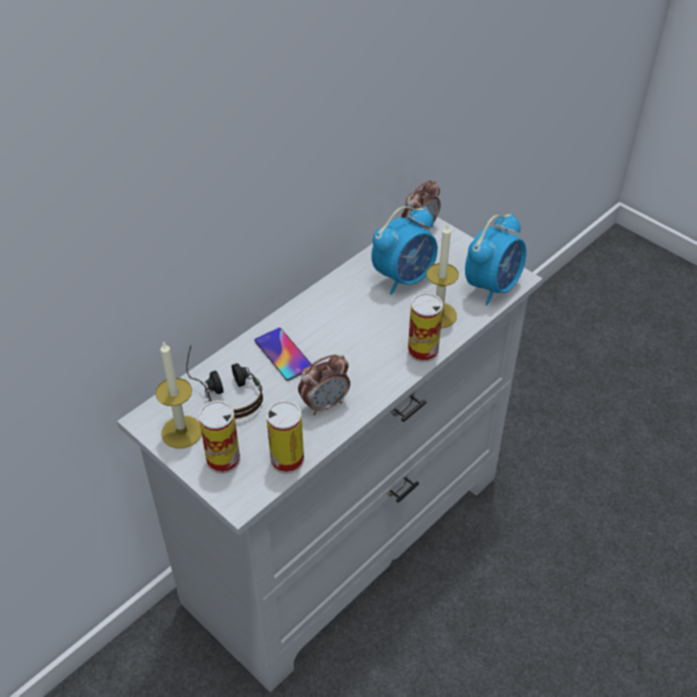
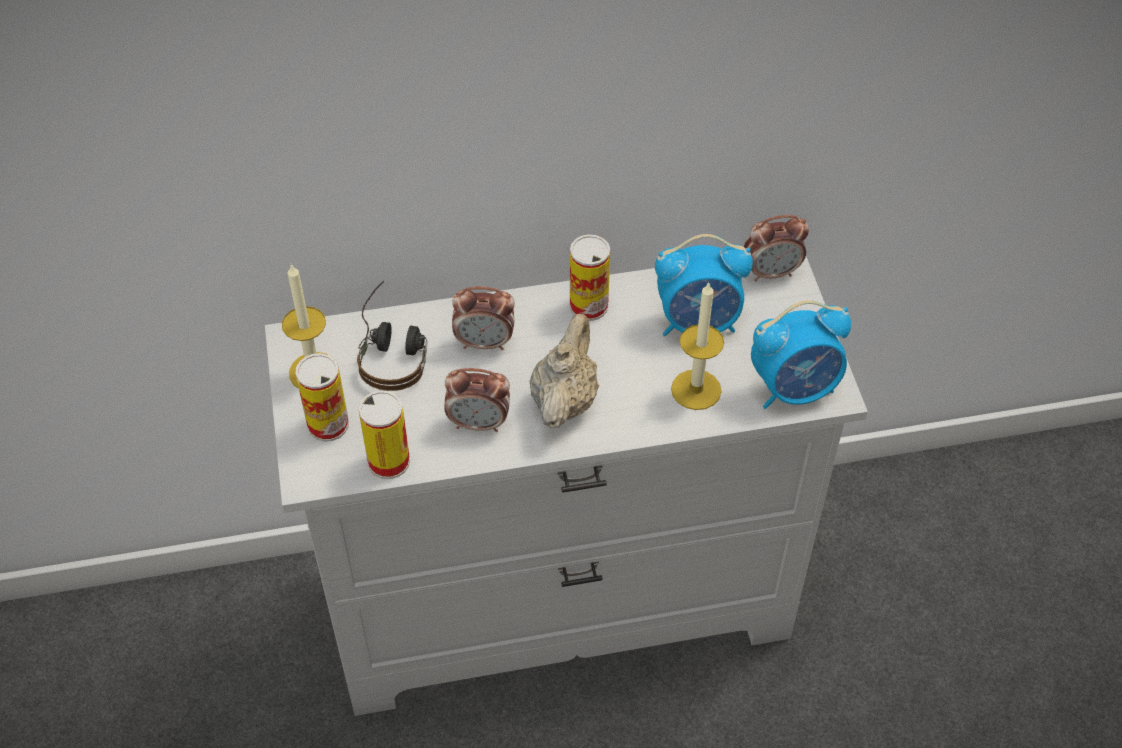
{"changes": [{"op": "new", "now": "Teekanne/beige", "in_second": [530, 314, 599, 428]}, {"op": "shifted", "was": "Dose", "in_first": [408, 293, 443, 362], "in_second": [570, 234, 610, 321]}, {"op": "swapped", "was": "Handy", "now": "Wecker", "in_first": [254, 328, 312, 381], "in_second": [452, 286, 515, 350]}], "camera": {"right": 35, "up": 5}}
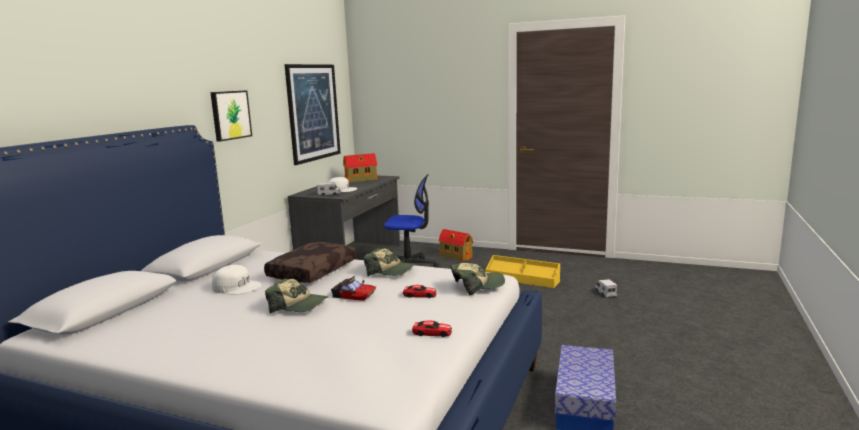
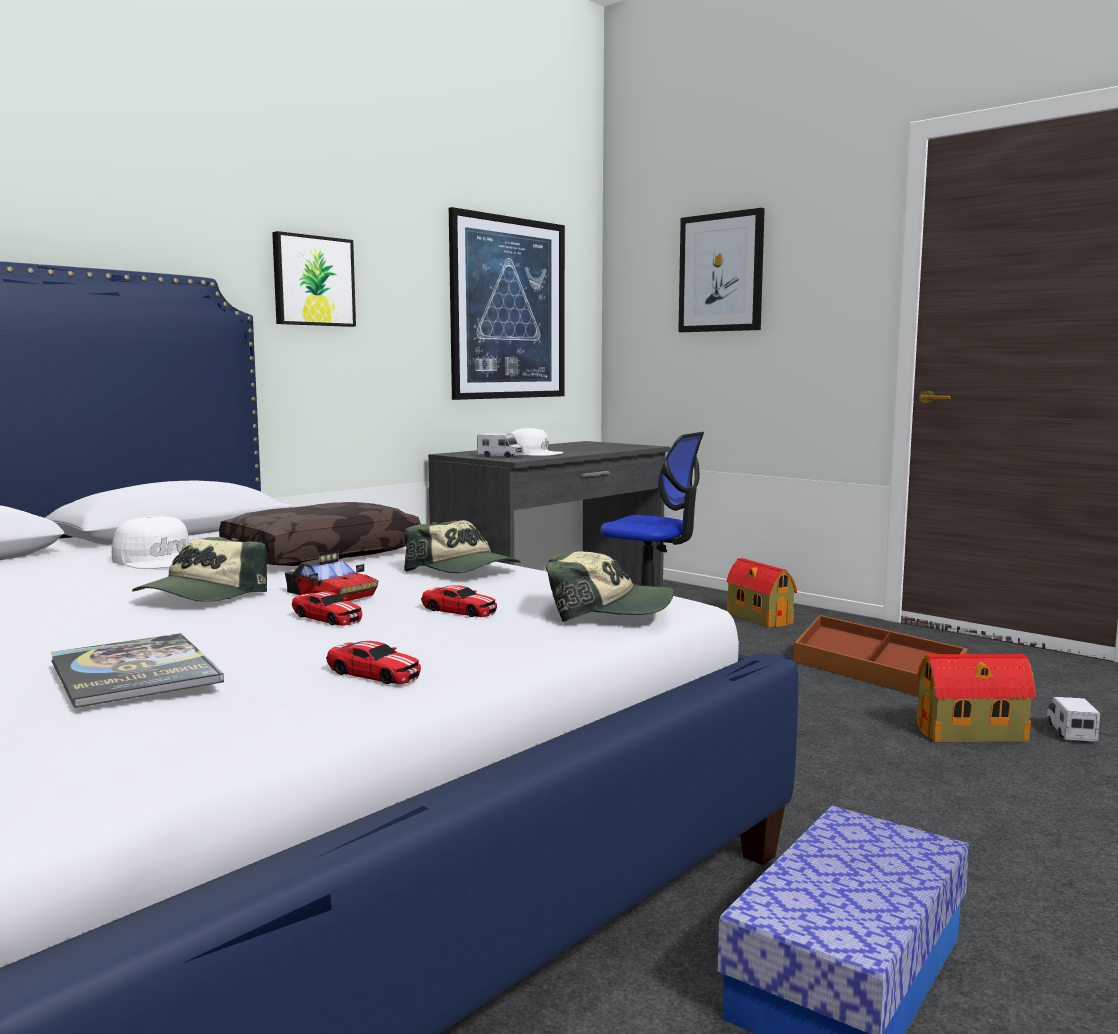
{"changes": [{"op": "new", "now": "Buch", "in_second": [51, 633, 224, 708]}, {"op": "new", "now": "Spielzeugauto", "in_second": [292, 592, 362, 626]}, {"op": "new", "now": "Bild", "in_second": [678, 208, 765, 332]}, {"op": "shifted", "was": "Spielzeughaus", "in_first": [343, 153, 377, 183], "in_second": [916, 654, 1036, 742]}, {"op": "repainted", "was": "Aufbewahrungsbox/gelb", "now": "Aufbewahrungsbox/braun", "in_first": [485, 255, 560, 288], "in_second": [794, 615, 968, 696]}, {"op": "rotated", "was": "Kappe", "in_first": [265, 279, 328, 314], "in_second": [132, 537, 267, 602], "clockwise": 75}], "camera": {"right": 20, "up": -5}}
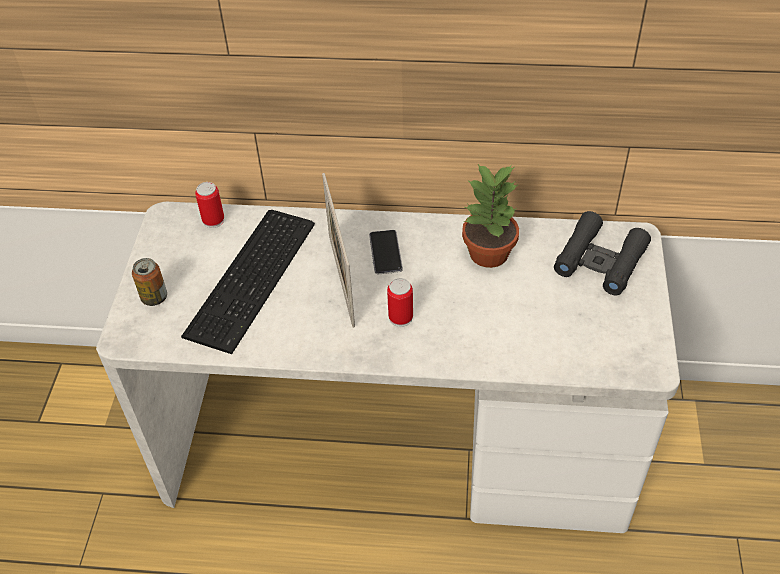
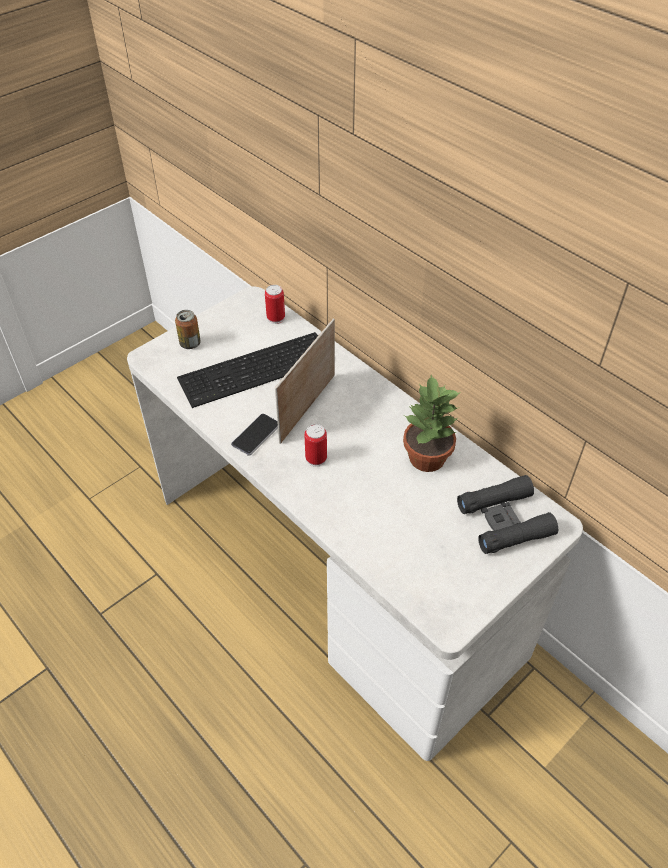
{"changes": [{"op": "shifted", "was": "Handy", "in_first": [369, 230, 403, 275], "in_second": [231, 414, 278, 456]}], "camera": {"right": 40, "up": 0}}
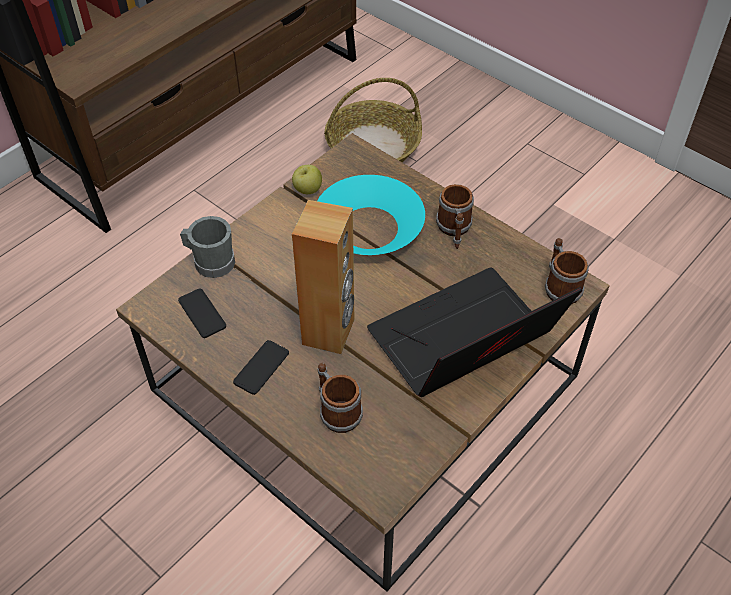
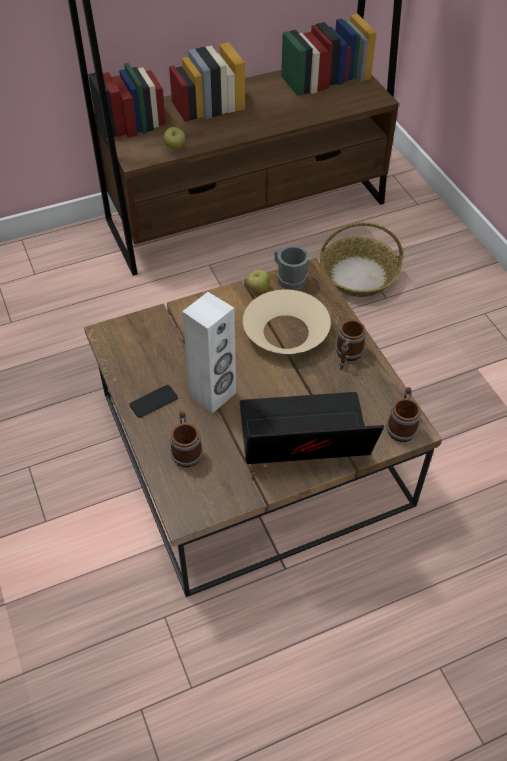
{"changes": [{"op": "gone", "was": "Handy", "in_first": [178, 288, 226, 338]}, {"op": "new", "now": "Apfel", "in_second": [163, 127, 185, 149]}, {"op": "shifted", "was": "Henkelbecher/grau", "in_first": [180, 216, 235, 278], "in_second": [275, 245, 309, 290]}, {"op": "repainted", "was": "Lautsprecher/braun", "now": "Lautsprecher/weiß", "in_first": [292, 200, 354, 354], "in_second": [182, 292, 236, 413]}, {"op": "repainted", "was": "Schüssel/türkis", "now": "Schüssel/beige", "in_first": [317, 175, 425, 255], "in_second": [243, 290, 331, 354]}], "camera": {"right": 25, "up": 0}}
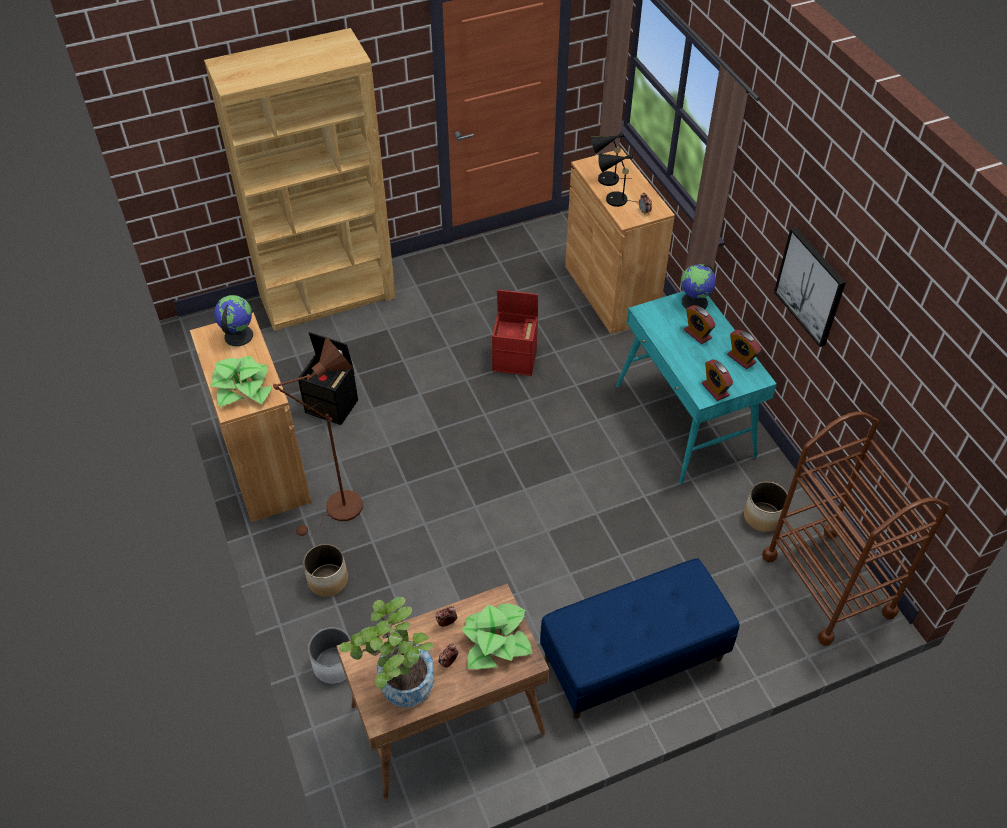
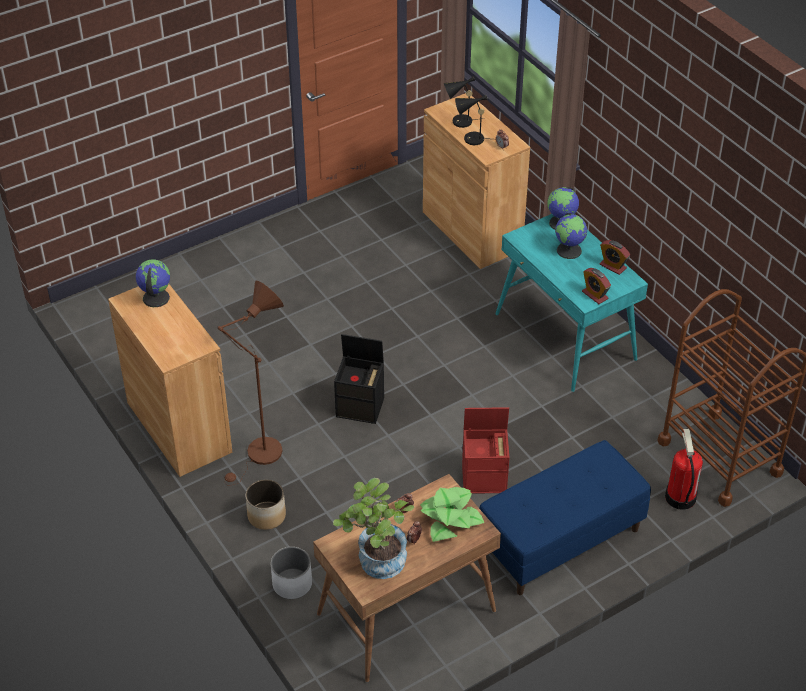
{"changes": [{"op": "gone", "was": "Bücherregal/braun", "in_first": [204, 28, 396, 331]}, {"op": "gone", "was": "Topfpflanze", "in_first": [210, 356, 272, 407]}, {"op": "gone", "was": "Pflanzkübel", "in_first": [744, 481, 788, 532]}, {"op": "gone", "was": "Bild", "in_first": [774, 227, 846, 347]}, {"op": "new", "now": "Feuerlöscher", "in_second": [665, 429, 703, 510]}, {"op": "shifted", "was": "Aufbewahrungsbox/schwarz", "in_first": [298, 332, 358, 425], "in_second": [334, 334, 384, 424]}, {"op": "shifted", "was": "Aufbewahrungsbox/rot", "in_first": [492, 290, 538, 376], "in_second": [462, 407, 510, 494]}, {"op": "swapped", "was": "Wecker", "now": "Globus", "in_first": [684, 305, 716, 344], "in_second": [555, 213, 588, 259]}], "camera": {"right": -10, "up": -5}}
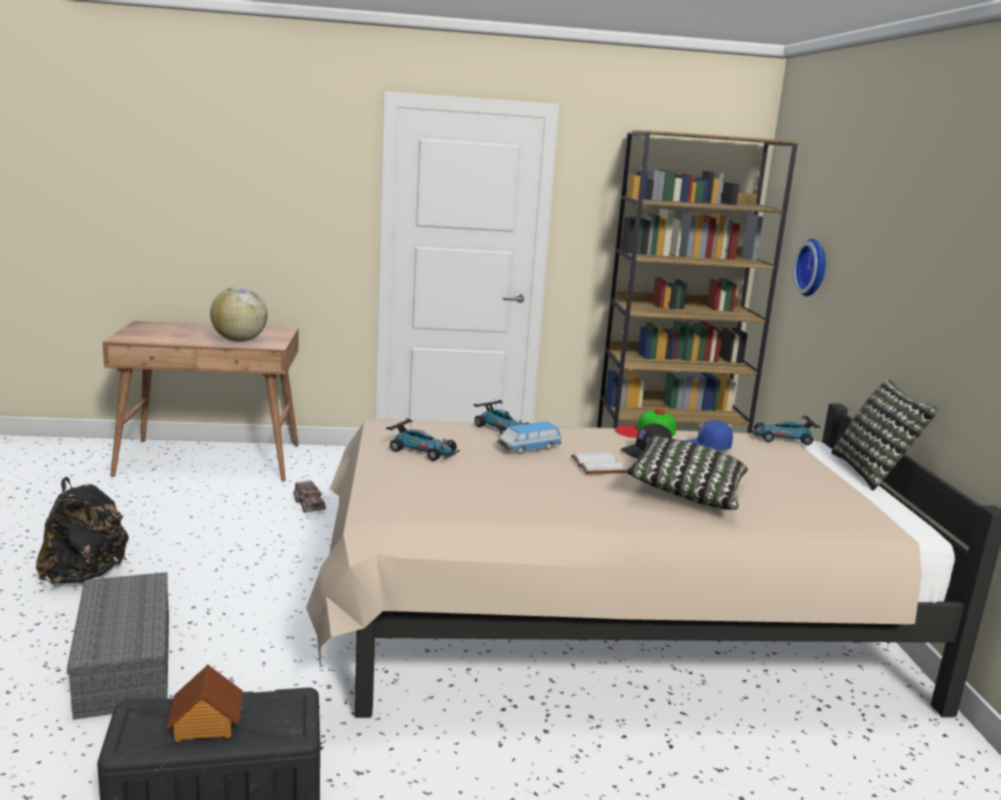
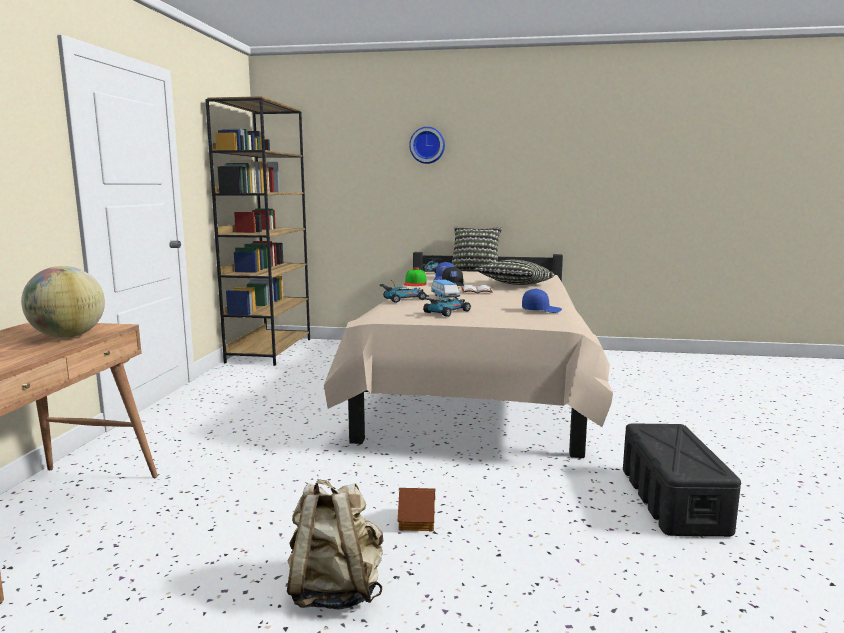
{"changes": [{"op": "gone", "was": "Aufbewahrungsbox/grau", "in_first": [67, 572, 169, 720]}, {"op": "gone", "was": "Spielzeuglaster", "in_first": [293, 480, 326, 513]}, {"op": "new", "now": "Kappe/blau", "in_second": [522, 289, 562, 313]}, {"op": "shifted", "was": "Spielzeughaus", "in_first": [166, 664, 243, 742], "in_second": [398, 488, 436, 531]}, {"op": "shifted", "was": "Wanduhr", "in_first": [793, 239, 825, 296], "in_second": [409, 127, 445, 164]}, {"op": "repainted", "was": "Rucksack/schwarz", "now": "Rucksack/beige", "in_first": [36, 477, 128, 584], "in_second": [287, 479, 384, 609]}], "camera": {"right": -75, "up": -5}}
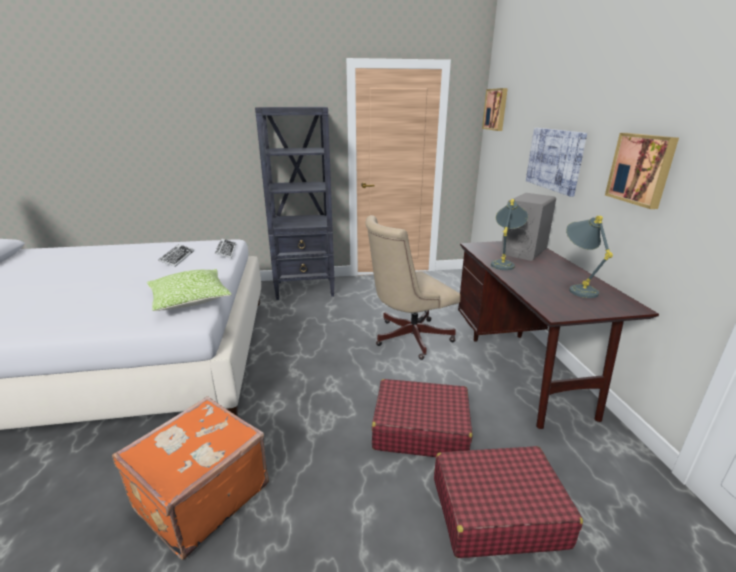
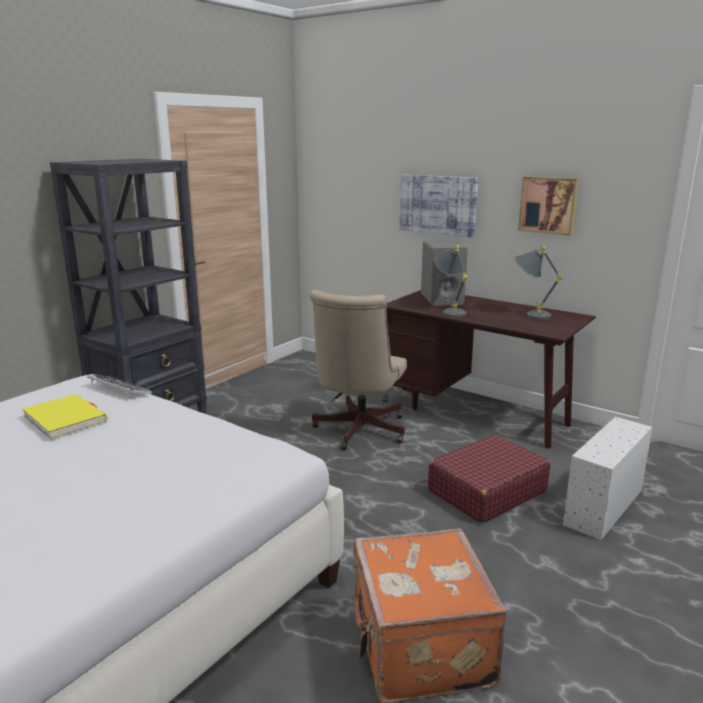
{"changes": [{"op": "gone", "was": "Kissen", "in_first": [147, 269, 232, 311]}, {"op": "gone", "was": "Bild", "in_first": [482, 88, 508, 131]}, {"op": "swapped", "was": "Tastatur", "now": "Buch/gelb", "in_first": [158, 244, 194, 267], "in_second": [22, 394, 108, 440]}, {"op": "swapped", "was": "Koffer/rot", "now": "Aufbewahrungsbox/weiß", "in_first": [434, 446, 583, 558], "in_second": [563, 417, 653, 540]}], "camera": {"right": -45, "up": -5}}
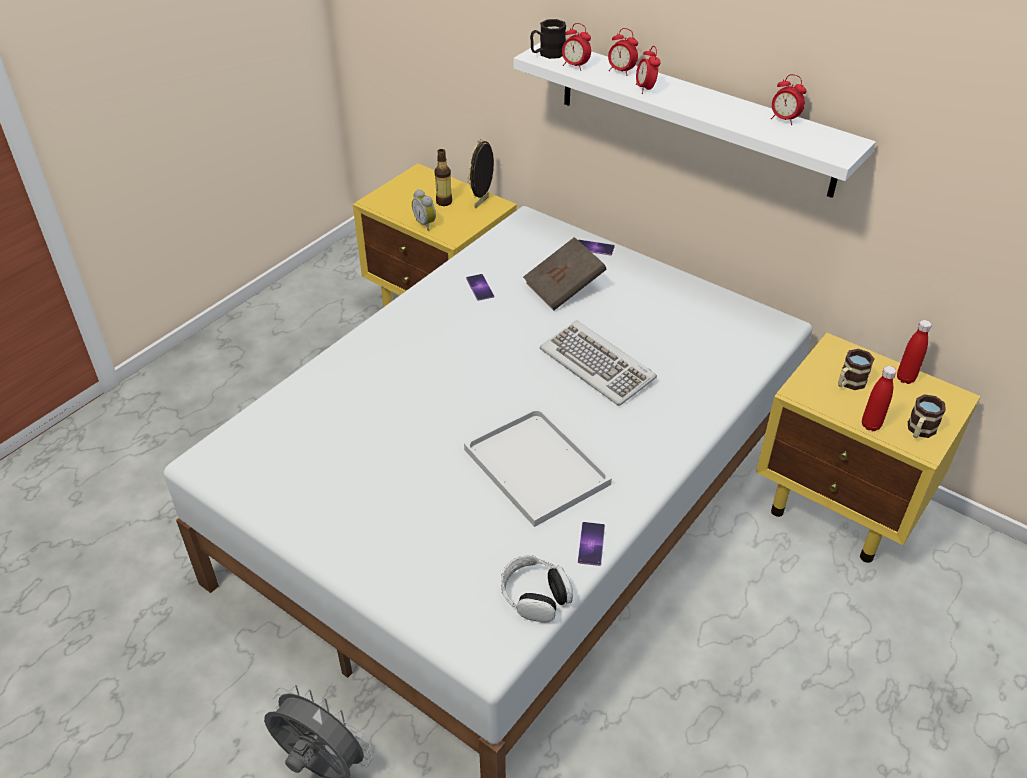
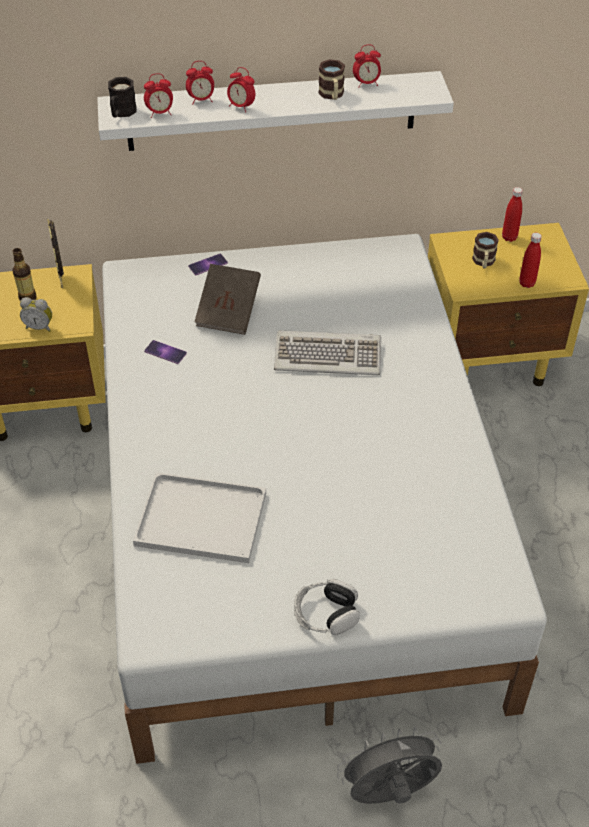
{"changes": [{"op": "gone", "was": "Handy", "in_first": [578, 522, 605, 566]}, {"op": "shifted", "was": "Tablett/weiß", "in_first": [464, 407, 612, 527], "in_second": [133, 472, 266, 563]}, {"op": "shifted", "was": "Kopfhörer", "in_first": [501, 555, 573, 623], "in_second": [294, 579, 360, 635]}, {"op": "shifted", "was": "Henkelbecher", "in_first": [908, 394, 946, 438], "in_second": [318, 59, 345, 100]}], "camera": {"right": -45, "up": 5}}
